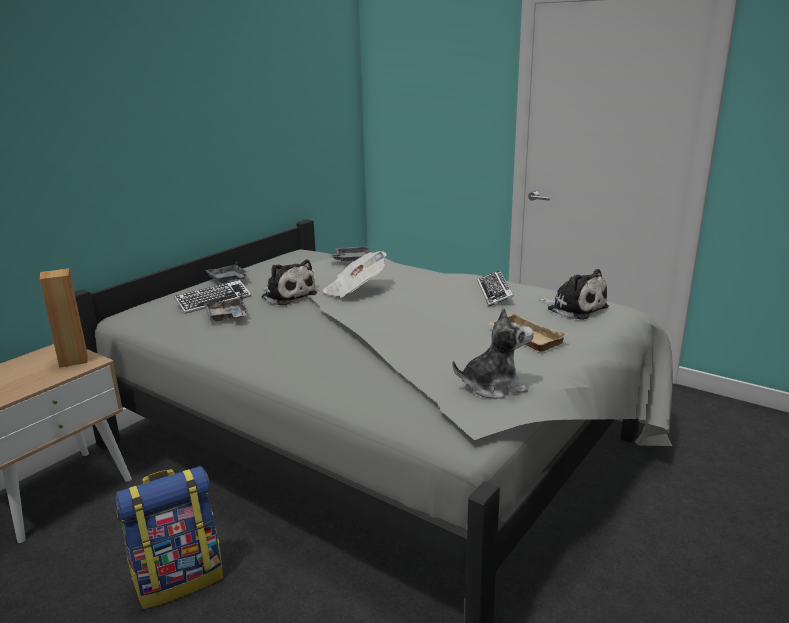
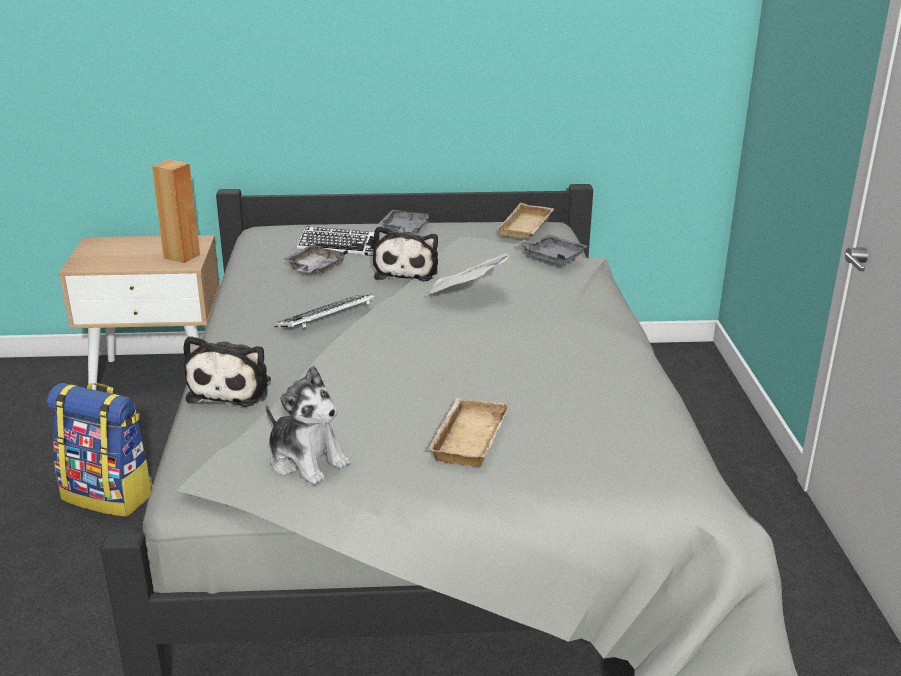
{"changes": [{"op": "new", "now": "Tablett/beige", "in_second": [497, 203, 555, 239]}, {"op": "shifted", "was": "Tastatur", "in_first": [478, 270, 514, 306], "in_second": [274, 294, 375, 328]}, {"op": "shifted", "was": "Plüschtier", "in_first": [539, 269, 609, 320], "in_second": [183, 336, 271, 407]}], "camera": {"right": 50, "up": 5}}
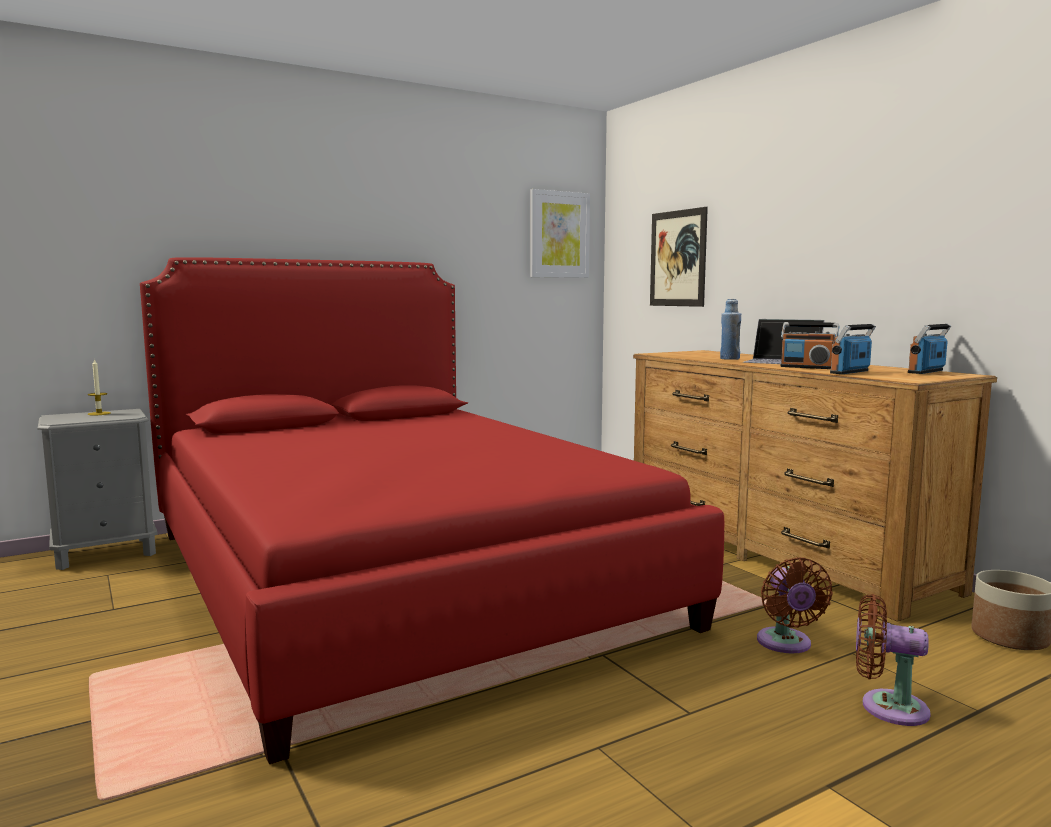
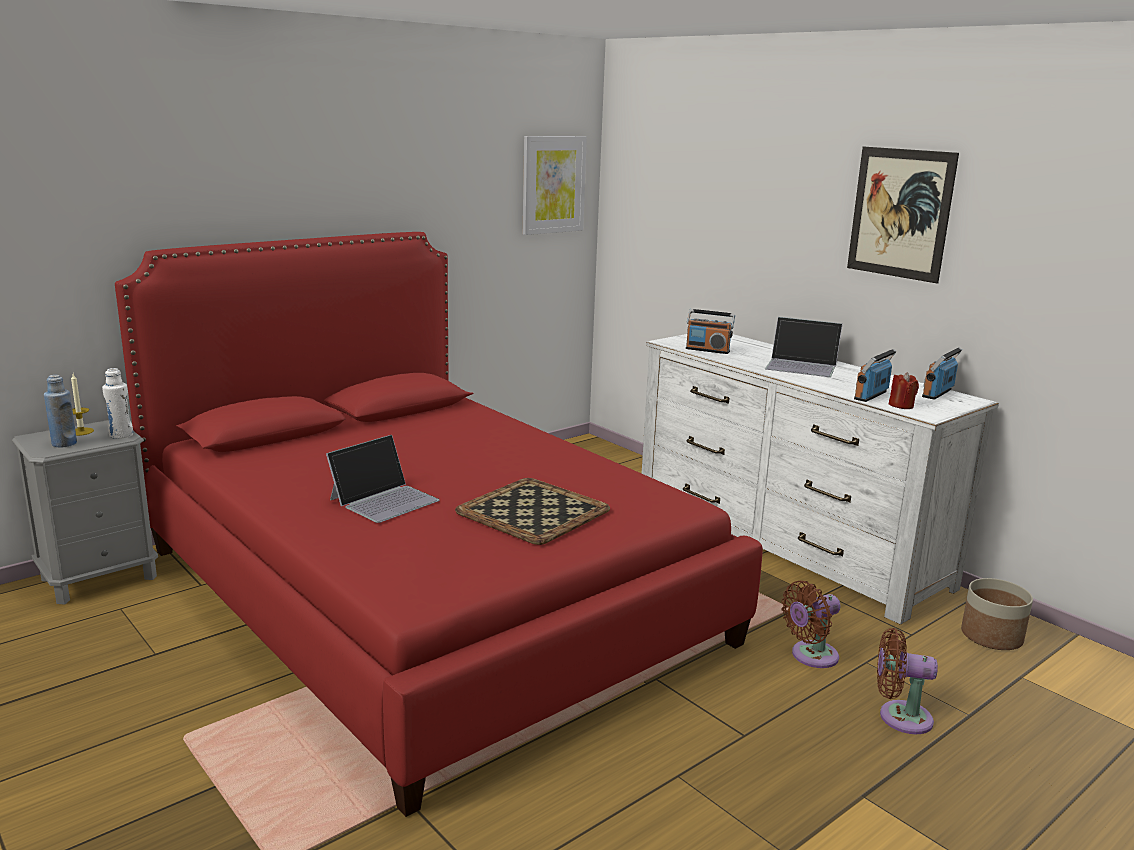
{"changes": [{"op": "new", "now": "Flasche/weiß", "in_second": [102, 368, 133, 439]}, {"op": "new", "now": "Laptop", "in_second": [326, 435, 439, 523]}, {"op": "new", "now": "Tablett", "in_second": [455, 478, 610, 545]}, {"op": "new", "now": "Kerze/rot", "in_second": [889, 373, 919, 409]}, {"op": "shifted", "was": "Bild", "in_first": [650, 207, 708, 307], "in_second": [847, 147, 959, 283]}, {"op": "shifted", "was": "Flasche/blau", "in_first": [720, 299, 741, 360], "in_second": [44, 375, 77, 447]}, {"op": "shifted", "was": "Radio", "in_first": [780, 322, 839, 369], "in_second": [686, 309, 735, 354]}, {"op": "repainted", "was": "Kommode/braun", "now": "Kommode/weiß", "in_first": [633, 350, 997, 622], "in_second": [642, 334, 999, 625]}, {"op": "rotated", "was": "Ventilator/braun", "in_first": [757, 557, 833, 654], "in_second": [781, 581, 841, 668], "clockwise": 75}], "camera": {"right": -10, "up": 10}}
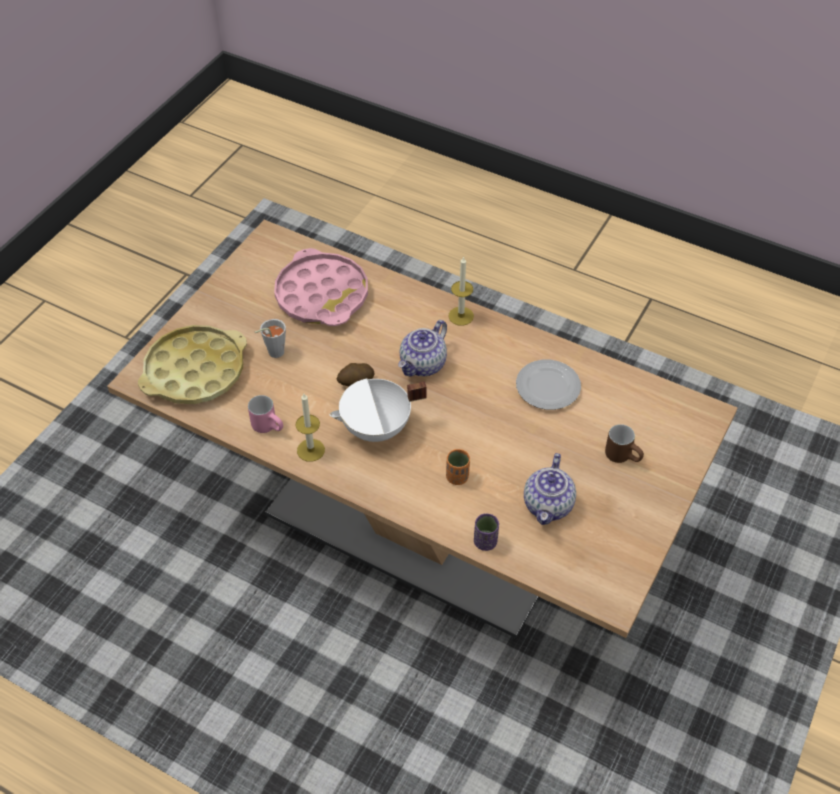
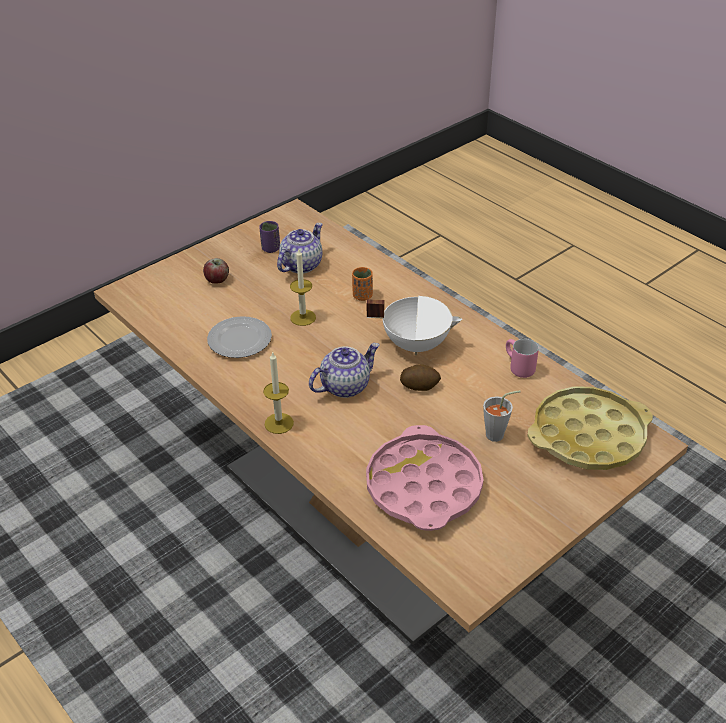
{"changes": [{"op": "shifted", "was": "Kerze", "in_first": [296, 394, 325, 462], "in_second": [290, 249, 316, 326]}, {"op": "shifted", "was": "Tasse/lila", "in_first": [474, 514, 499, 551], "in_second": [259, 221, 280, 253]}, {"op": "swapped", "was": "Henkelbecher/braun", "now": "Apfel", "in_first": [605, 424, 644, 463], "in_second": [203, 258, 229, 284]}], "camera": {"right": -160, "up": -10}}
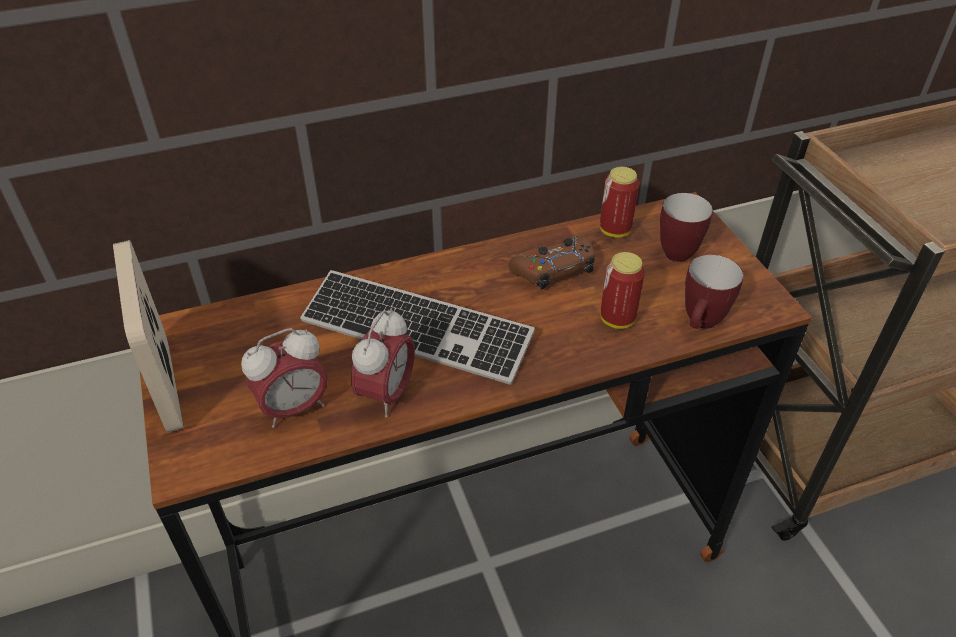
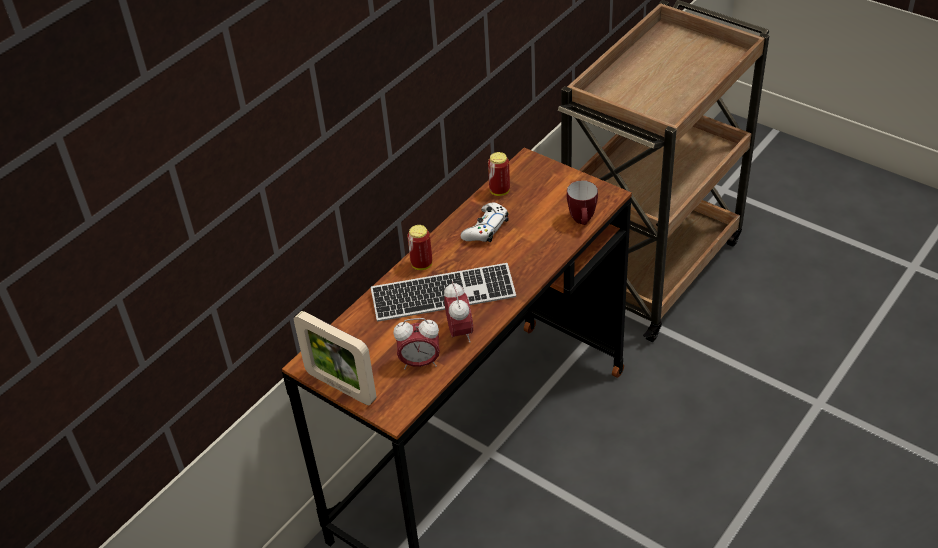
{"changes": [{"op": "gone", "was": "Henkelbecher", "in_first": [660, 193, 713, 262]}, {"op": "shifted", "was": "Dose", "in_first": [600, 252, 645, 329], "in_second": [407, 225, 432, 270]}, {"op": "repainted", "was": "Gamepad/braun", "now": "Gamepad/weiß", "in_first": [508, 236, 595, 289], "in_second": [461, 202, 509, 242]}, {"op": "rotated", "was": "Wecker", "in_first": [241, 328, 328, 428], "in_second": [393, 318, 440, 369], "clockwise": 60}], "camera": {"right": -30, "up": 0}}
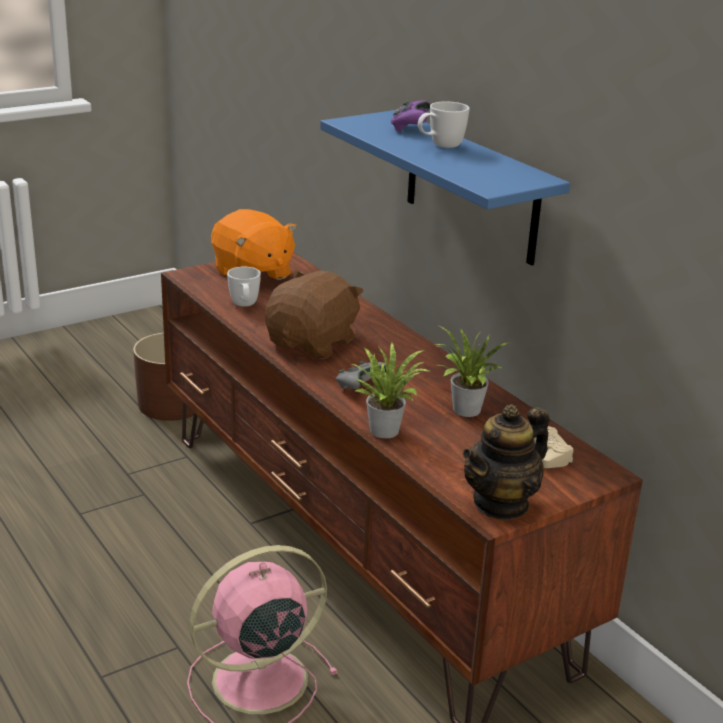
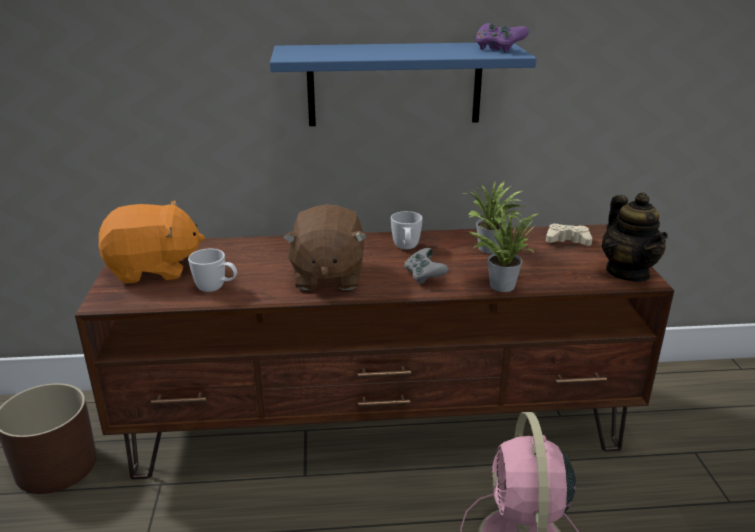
{"changes": [{"op": "shifted", "was": "Gamepad/lila", "in_first": [391, 100, 431, 131], "in_second": [476, 23, 529, 52]}, {"op": "shifted", "was": "Henkelbecher/weiß", "in_first": [418, 102, 470, 148], "in_second": [391, 211, 423, 250]}, {"op": "rotated", "was": "Plüschtier/braun", "in_first": [265, 270, 364, 359], "in_second": [283, 204, 367, 290], "clockwise": -150}], "camera": {"right": -60, "up": 0}}
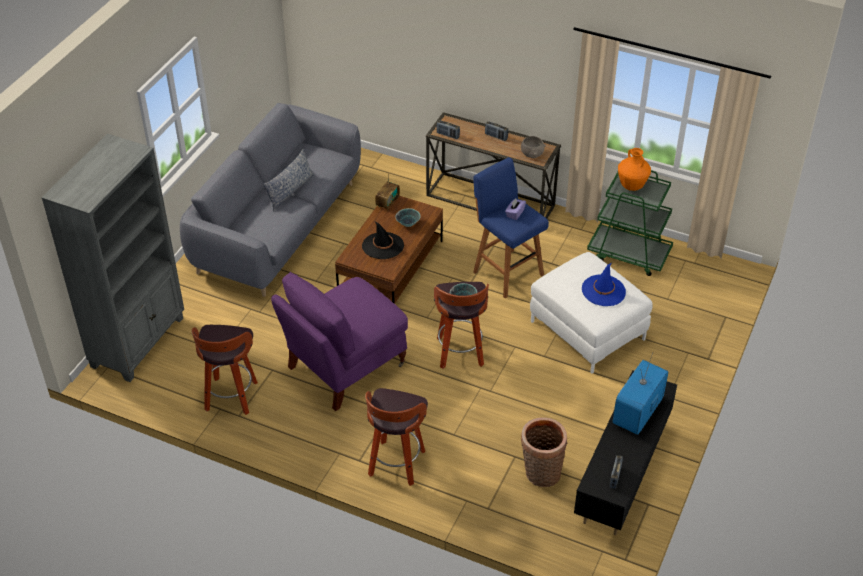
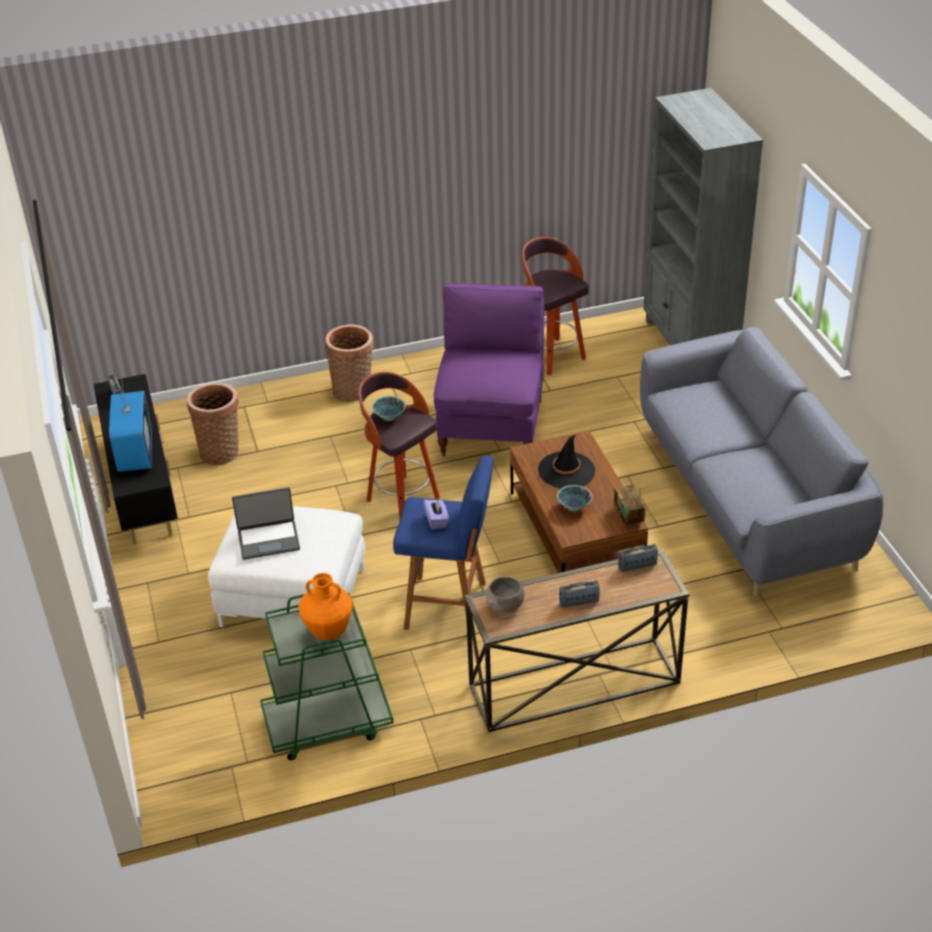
{"changes": [{"op": "gone", "was": "Kissen", "in_first": [263, 149, 315, 211]}, {"op": "swapped", "was": "Hocker", "now": "Korb", "in_first": [365, 388, 428, 486], "in_second": [325, 324, 373, 402]}, {"op": "swapped", "was": "Hut/blau", "now": "Laptop", "in_first": [582, 263, 626, 306], "in_second": [232, 487, 300, 560]}], "camera": {"right": 140, "up": -5}}
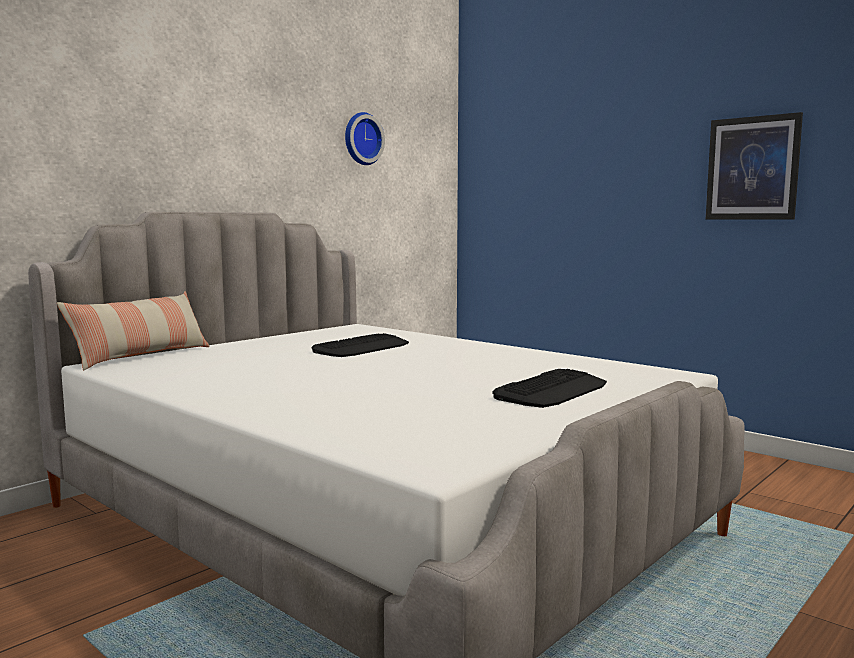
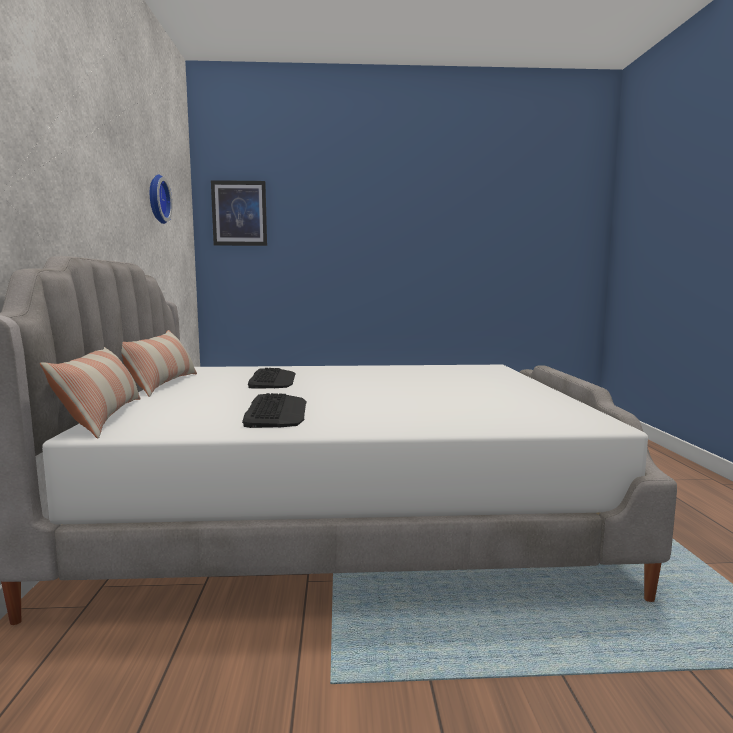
{"changes": [{"op": "new", "now": "Kissen", "in_second": [121, 330, 197, 397]}, {"op": "shifted", "was": "Tastatur", "in_first": [492, 369, 607, 408], "in_second": [242, 393, 307, 428]}, {"op": "shifted", "was": "Bild", "in_first": [706, 112, 803, 219], "in_second": [211, 180, 267, 246]}], "camera": {"right": -45, "up": 0}}
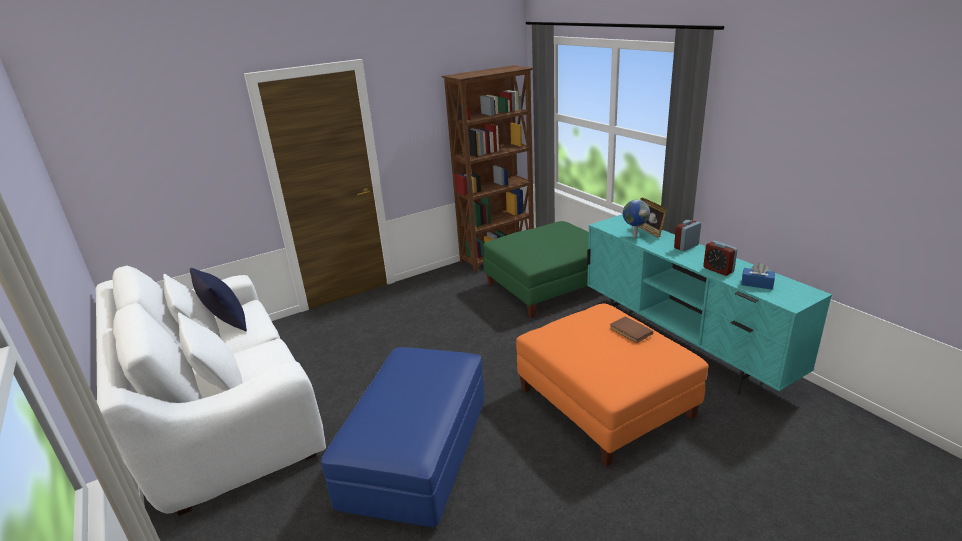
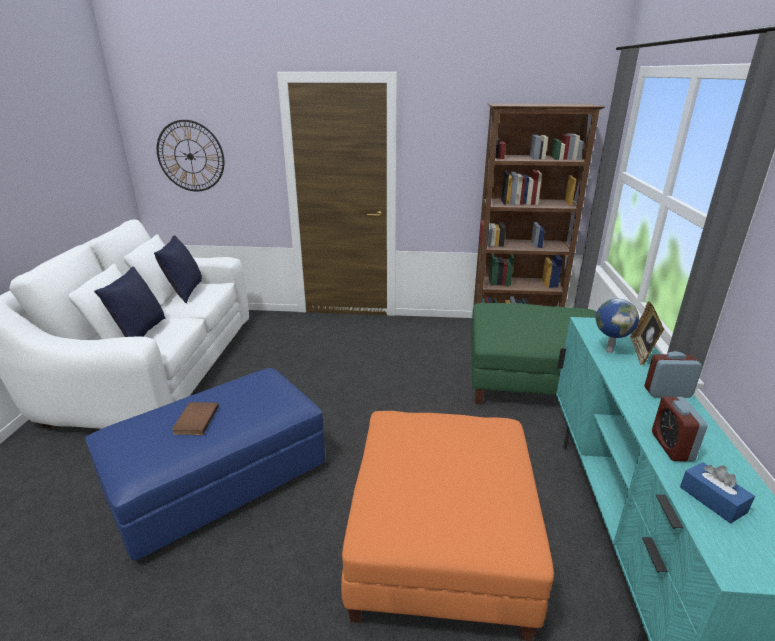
{"changes": [{"op": "new", "now": "Kissen/blau", "in_second": [94, 267, 166, 337]}, {"op": "new", "now": "Wanduhr", "in_second": [157, 120, 224, 192]}, {"op": "shifted", "was": "Buch/braun", "in_first": [610, 316, 653, 343], "in_second": [172, 402, 219, 435]}], "camera": {"right": 35, "up": 0}}
